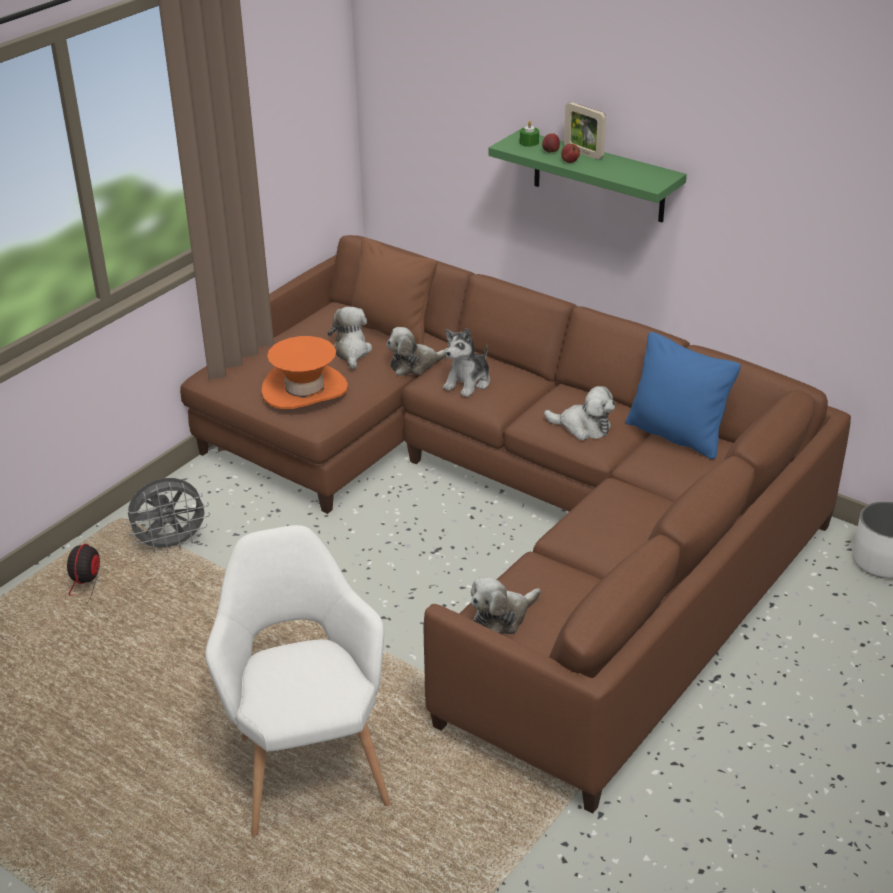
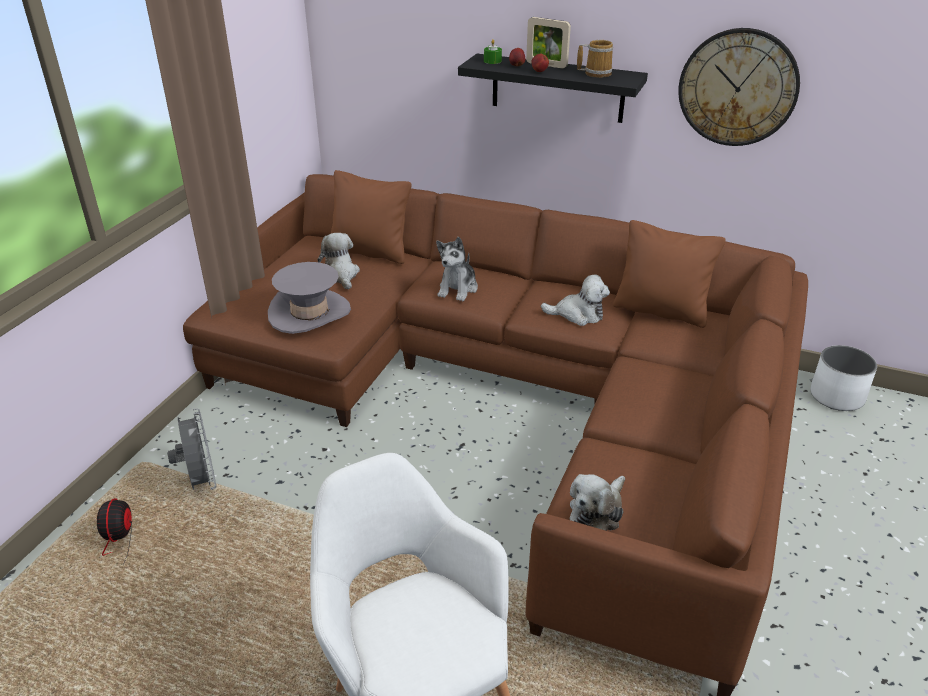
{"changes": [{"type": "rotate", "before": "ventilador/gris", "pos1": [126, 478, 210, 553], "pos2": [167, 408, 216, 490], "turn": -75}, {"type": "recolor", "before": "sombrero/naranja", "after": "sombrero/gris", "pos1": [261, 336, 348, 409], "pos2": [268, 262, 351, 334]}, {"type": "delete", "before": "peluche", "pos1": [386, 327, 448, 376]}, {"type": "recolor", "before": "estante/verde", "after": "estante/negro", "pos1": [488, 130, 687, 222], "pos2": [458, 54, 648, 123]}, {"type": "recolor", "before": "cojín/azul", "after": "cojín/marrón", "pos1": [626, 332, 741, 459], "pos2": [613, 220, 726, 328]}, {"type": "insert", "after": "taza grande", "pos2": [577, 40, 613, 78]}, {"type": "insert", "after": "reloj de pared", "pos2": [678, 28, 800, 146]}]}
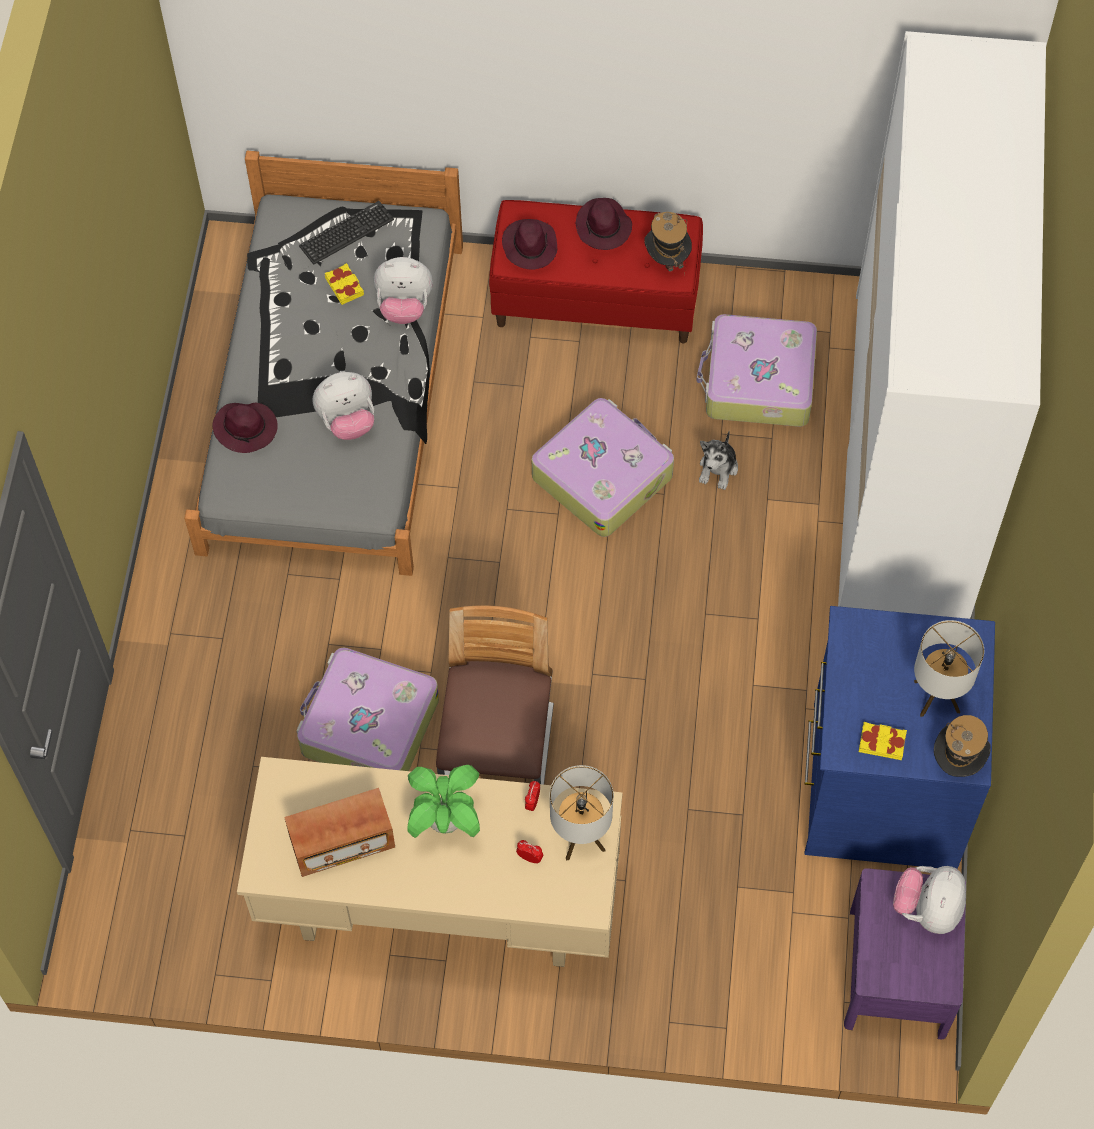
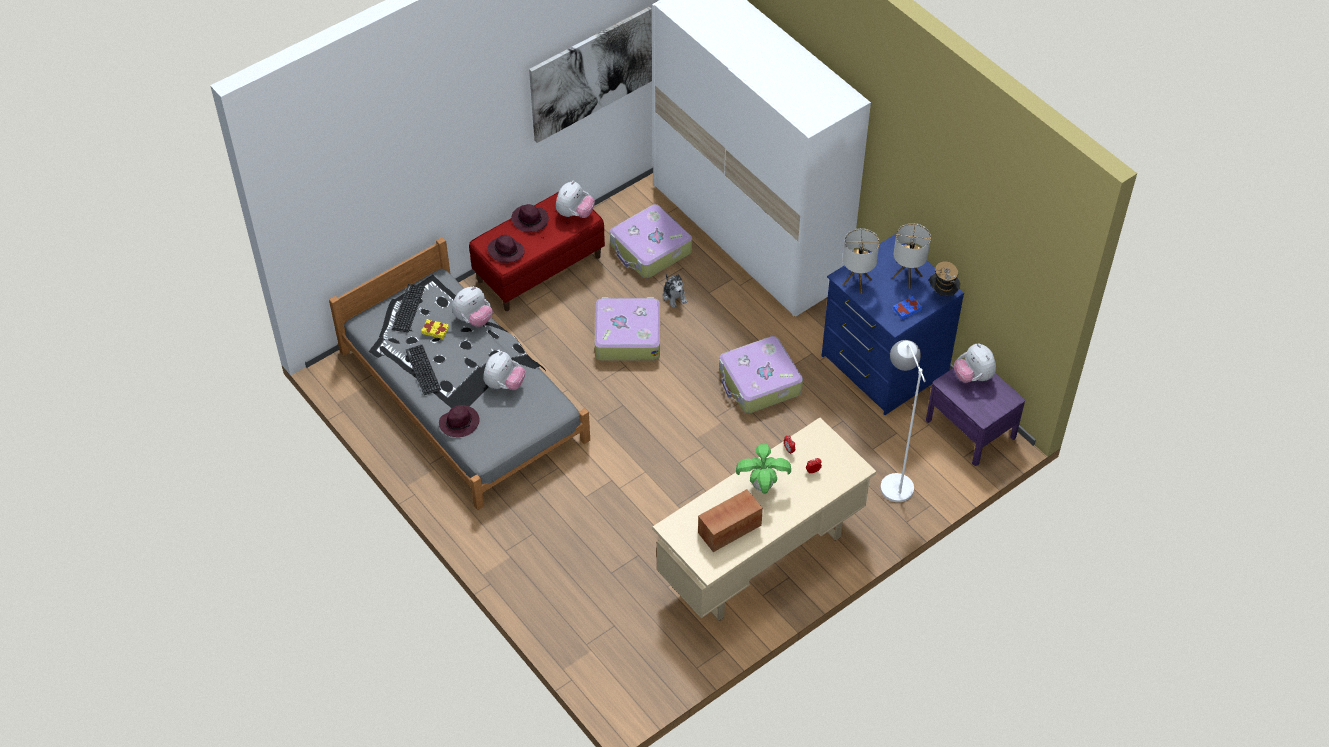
{"changes": [{"type": "rotate", "before": "radio", "pos1": [284, 788, 395, 877], "pos2": [698, 489, 763, 552], "turn": -150}, {"type": "move", "before": "maleta", "pos1": [296, 648, 439, 771], "pos2": [719, 336, 803, 414]}, {"type": "delete", "before": "silla", "pos1": [436, 605, 554, 785]}, {"type": "move", "before": "lámpara de mesa", "pos1": [550, 765, 613, 861], "pos2": [842, 228, 880, 294]}, {"type": "replace", "before": "sombrero", "after": "peluche", "pos1": [644, 212, 692, 275], "pos2": [556, 181, 595, 218]}, {"type": "recolor", "before": "libro/amarillo", "after": "libro/azul", "pos1": [859, 722, 907, 760], "pos2": [893, 296, 922, 320]}, {"type": "insert", "after": "teclado", "pos2": [406, 345, 441, 395]}, {"type": "insert", "after": "cuadro", "pos2": [529, 7, 652, 143]}, {"type": "insert", "after": "lámpara de pie/blanco", "pos2": [880, 340, 926, 502]}]}
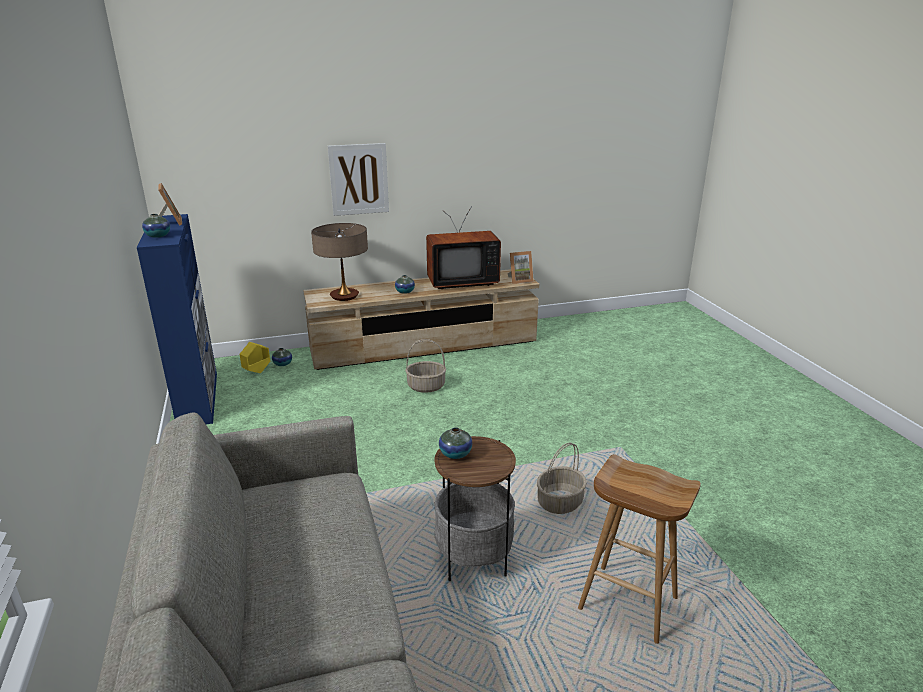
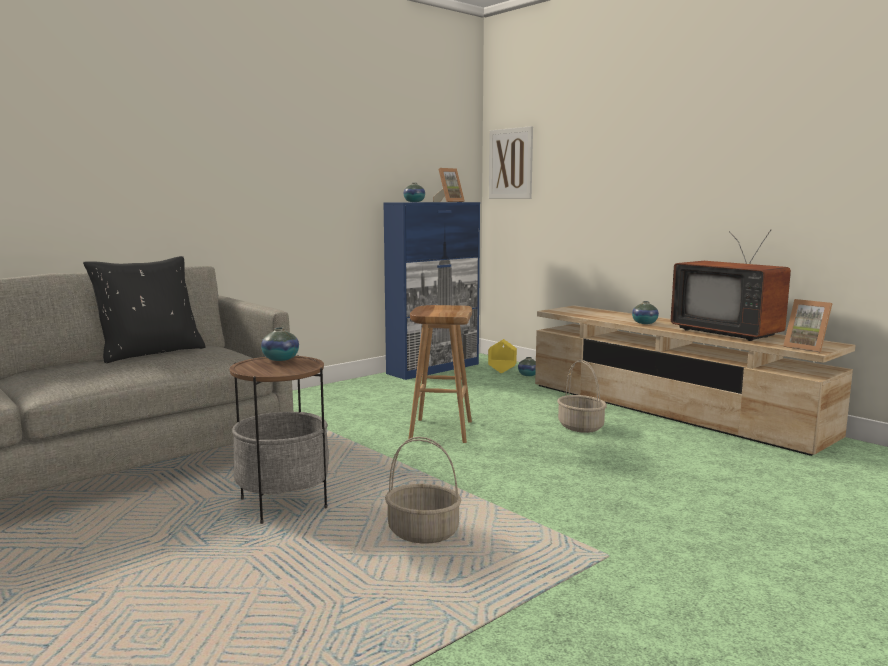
{"changes": [{"type": "delete", "before": "lámpara de mesa", "pos1": [311, 223, 368, 301]}, {"type": "move", "before": "cuadro", "pos1": [328, 143, 389, 216], "pos2": [489, 126, 533, 199]}, {"type": "move", "before": "taburete/marrón", "pos1": [578, 454, 701, 644], "pos2": [409, 305, 472, 443]}, {"type": "insert", "after": "cojín/negro", "pos2": [83, 256, 206, 363]}]}
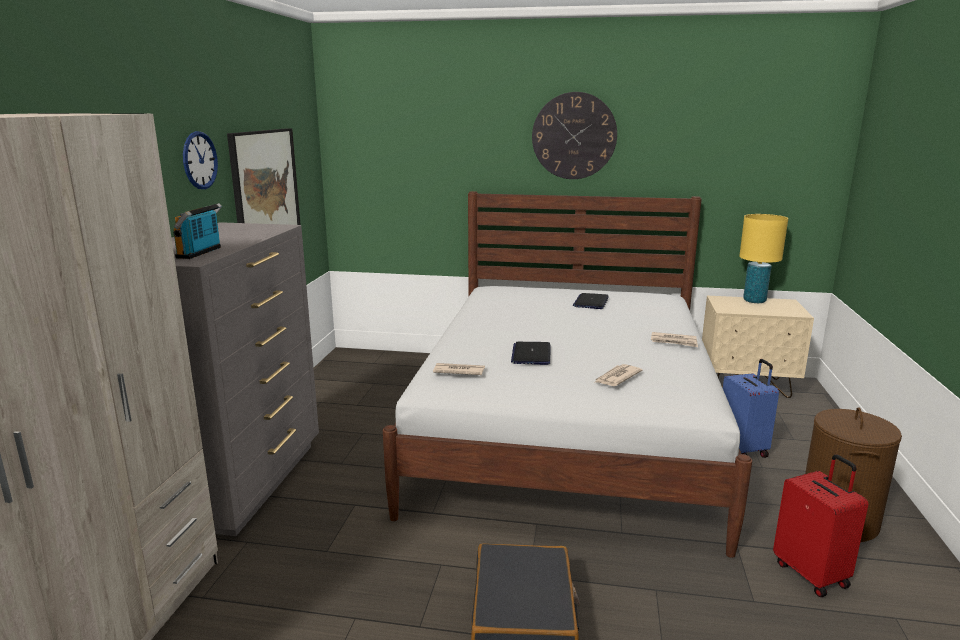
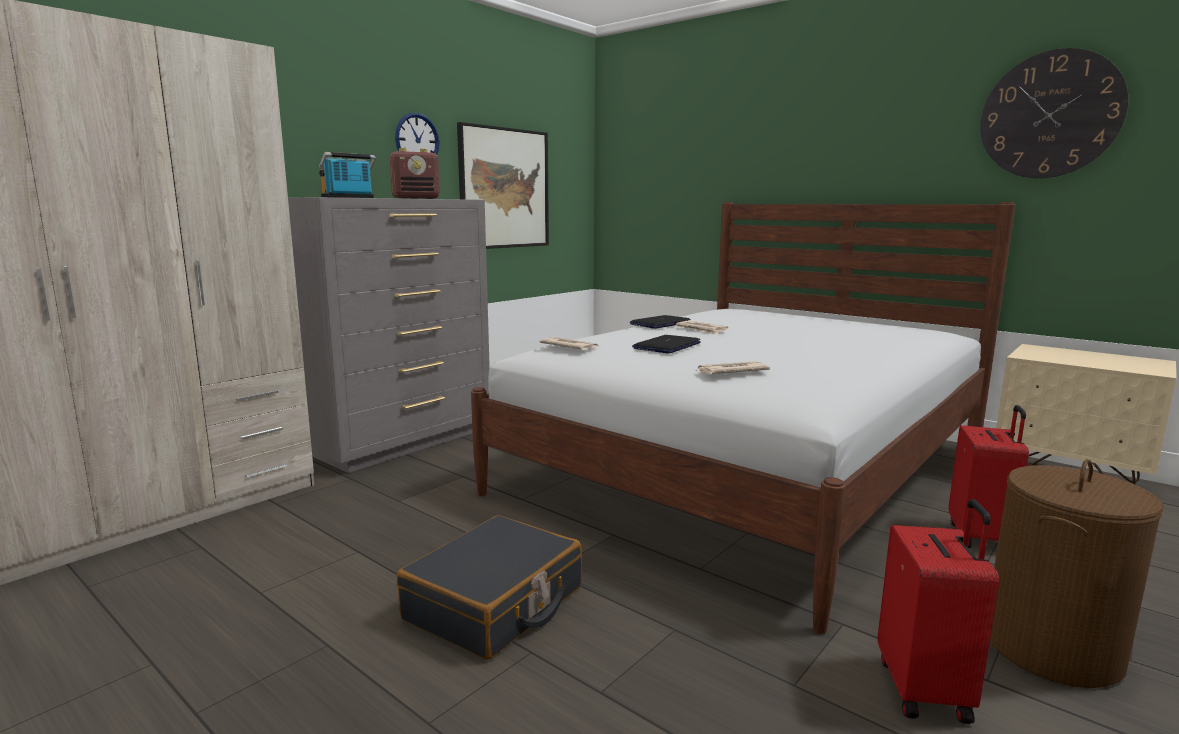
{"changes": [{"type": "move", "before": "reloj de pared", "pos1": [532, 92, 617, 179], "pos2": [980, 48, 1128, 179]}, {"type": "move", "before": "portátil", "pos1": [573, 293, 609, 309], "pos2": [630, 315, 691, 329]}, {"type": "move", "before": "periódico", "pos1": [651, 332, 698, 347], "pos2": [676, 320, 728, 335]}, {"type": "recolor", "before": "maleta/azul", "after": "maleta/rojo", "pos1": [723, 359, 779, 458], "pos2": [948, 405, 1029, 549]}, {"type": "delete", "before": "lámpara de mesa/amarillo", "pos1": [739, 214, 788, 303]}, {"type": "insert", "after": "radio", "pos2": [390, 148, 440, 199]}]}
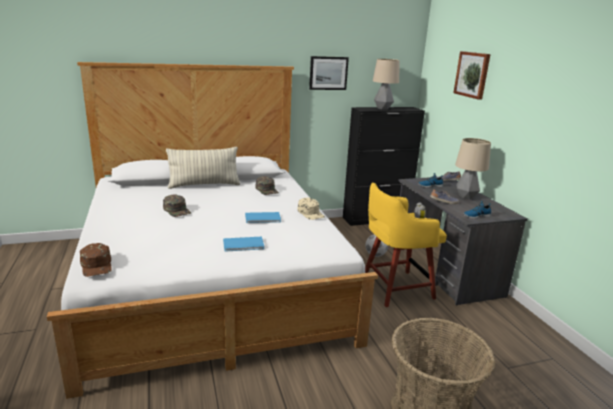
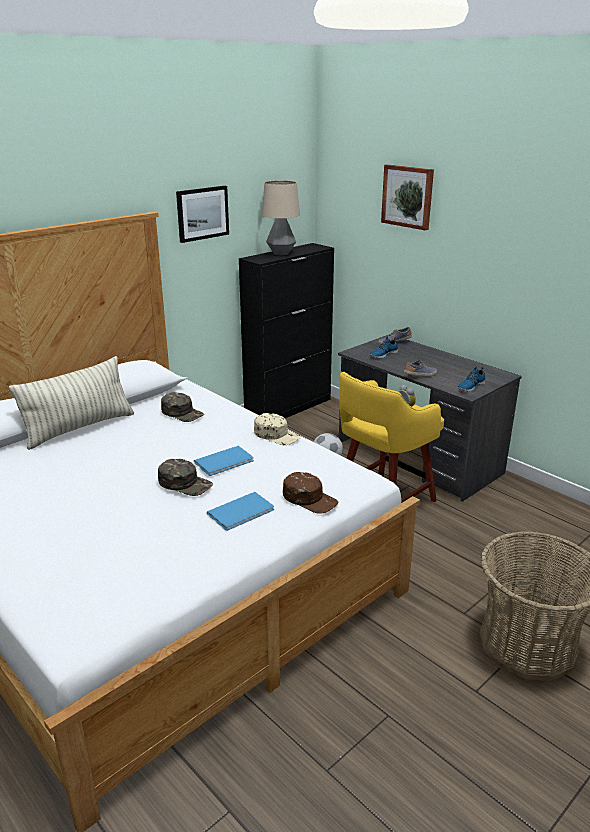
{"changes": [{"type": "move", "before": "gorra/marrón", "pos1": [80, 243, 112, 277], "pos2": [283, 472, 338, 514]}, {"type": "move", "before": "gorra/verde", "pos1": [163, 194, 191, 217], "pos2": [158, 459, 213, 496]}, {"type": "delete", "before": "lámpara de mesa", "pos1": [455, 138, 491, 199]}]}
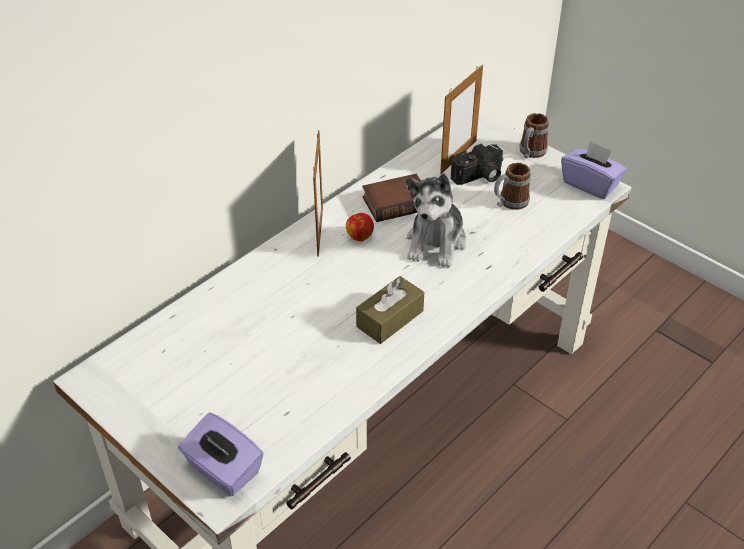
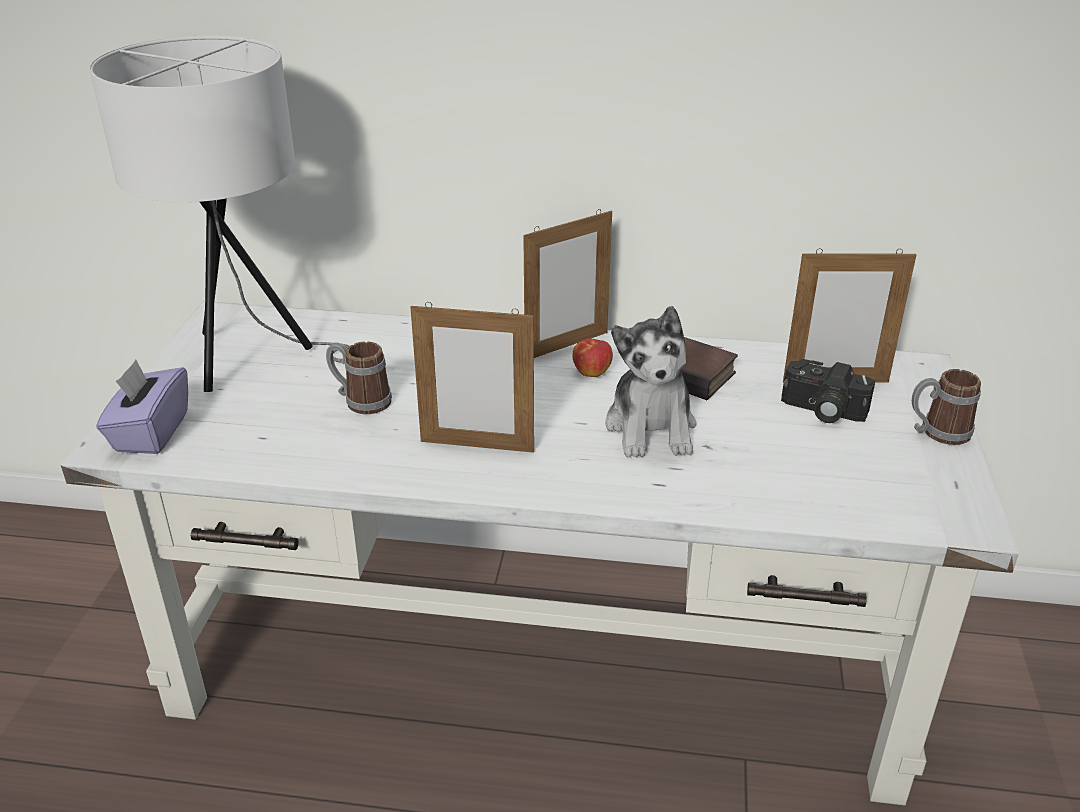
{"changes": [{"type": "replace", "before": "caja de pañuelos/marrón", "after": "portarretratos", "pos1": [356, 276, 424, 344], "pos2": [410, 302, 534, 453]}, {"type": "rotate", "before": "peluche", "pos1": [406, 173, 467, 268], "pos2": [605, 306, 697, 458], "turn": -75}, {"type": "move", "before": "taza grande", "pos1": [494, 163, 531, 210], "pos2": [326, 341, 392, 414]}, {"type": "delete", "before": "caja de pañuelos/morado", "pos1": [561, 141, 627, 199]}, {"type": "insert", "after": "lámpara de mesa/blanco", "pos2": [89, 36, 350, 392]}]}
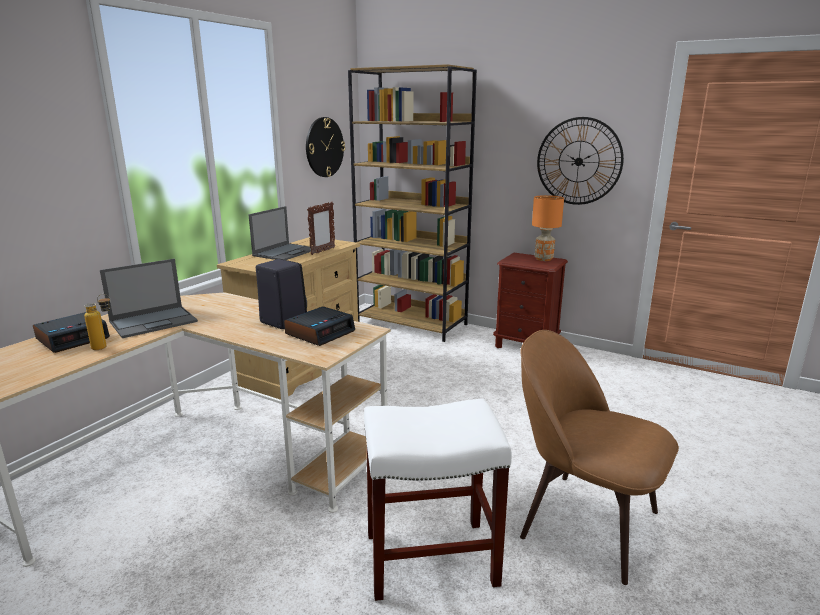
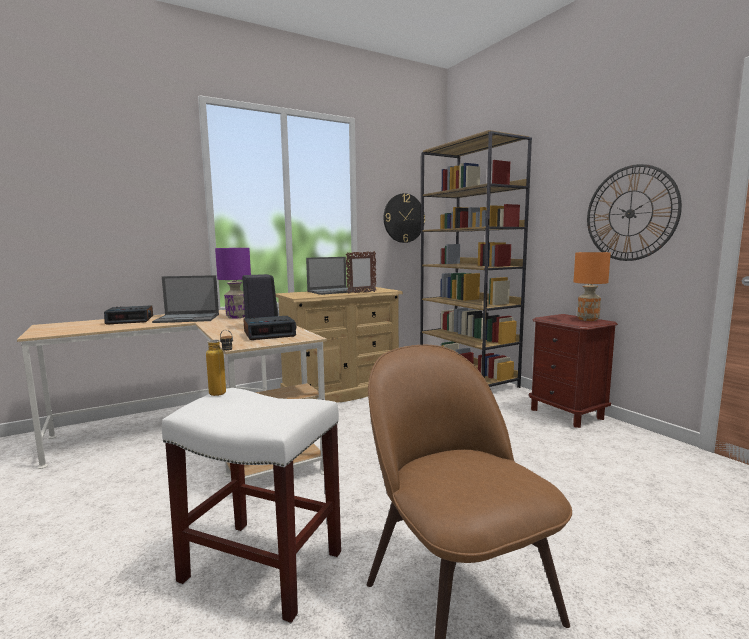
{"changes": [{"type": "move", "before": "botella", "pos1": [84, 294, 111, 350], "pos2": [206, 330, 233, 396]}, {"type": "insert", "after": "lámpara de mesa/morado", "pos2": [215, 248, 251, 319]}]}
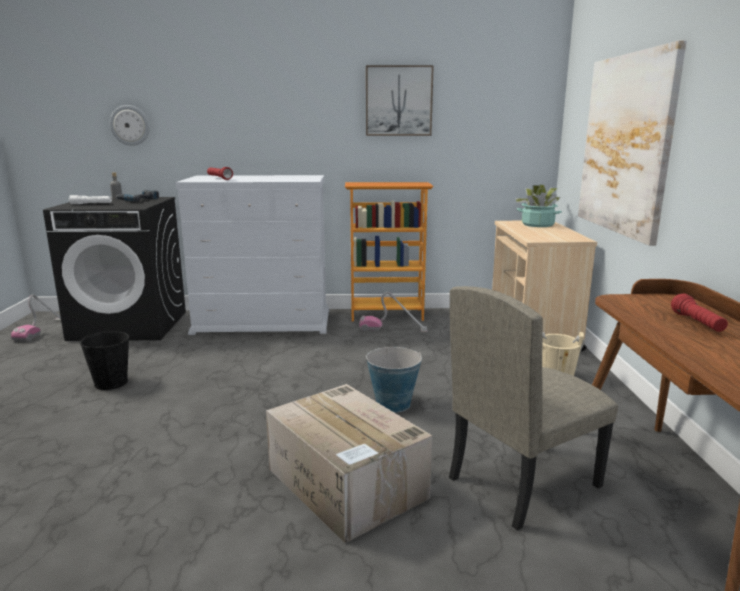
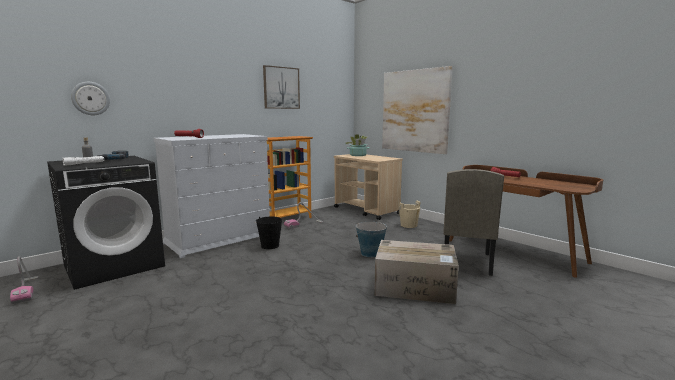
{"changes": [{"type": "move", "before": "cubo/negro", "pos1": [79, 330, 129, 390], "pos2": [256, 217, 282, 249]}]}
